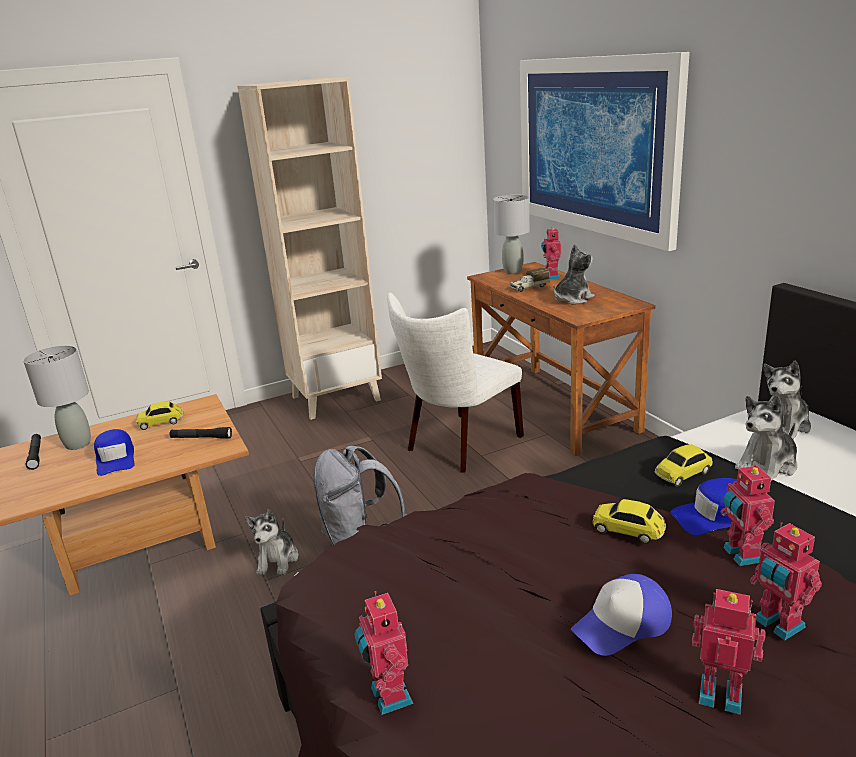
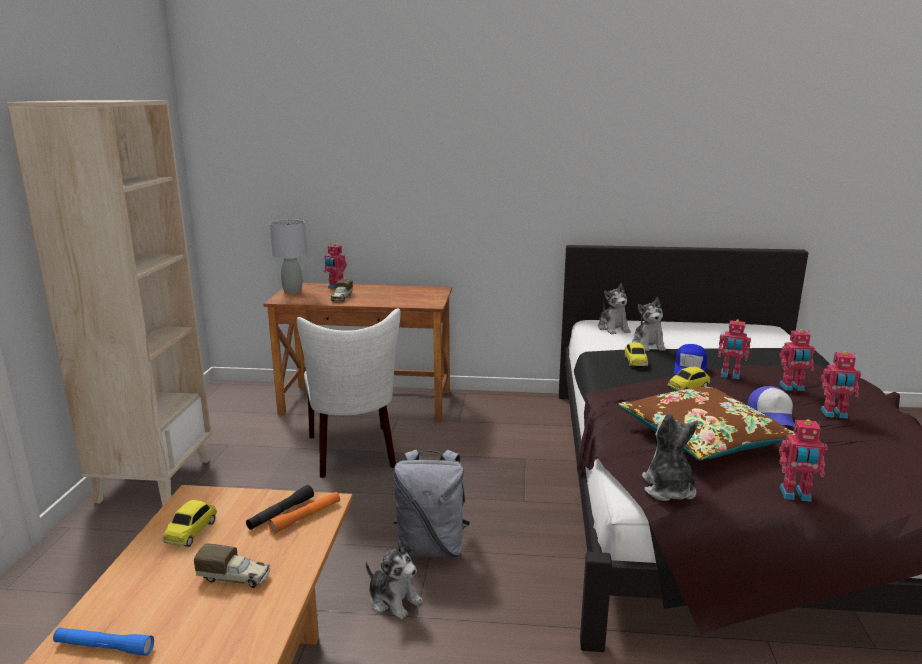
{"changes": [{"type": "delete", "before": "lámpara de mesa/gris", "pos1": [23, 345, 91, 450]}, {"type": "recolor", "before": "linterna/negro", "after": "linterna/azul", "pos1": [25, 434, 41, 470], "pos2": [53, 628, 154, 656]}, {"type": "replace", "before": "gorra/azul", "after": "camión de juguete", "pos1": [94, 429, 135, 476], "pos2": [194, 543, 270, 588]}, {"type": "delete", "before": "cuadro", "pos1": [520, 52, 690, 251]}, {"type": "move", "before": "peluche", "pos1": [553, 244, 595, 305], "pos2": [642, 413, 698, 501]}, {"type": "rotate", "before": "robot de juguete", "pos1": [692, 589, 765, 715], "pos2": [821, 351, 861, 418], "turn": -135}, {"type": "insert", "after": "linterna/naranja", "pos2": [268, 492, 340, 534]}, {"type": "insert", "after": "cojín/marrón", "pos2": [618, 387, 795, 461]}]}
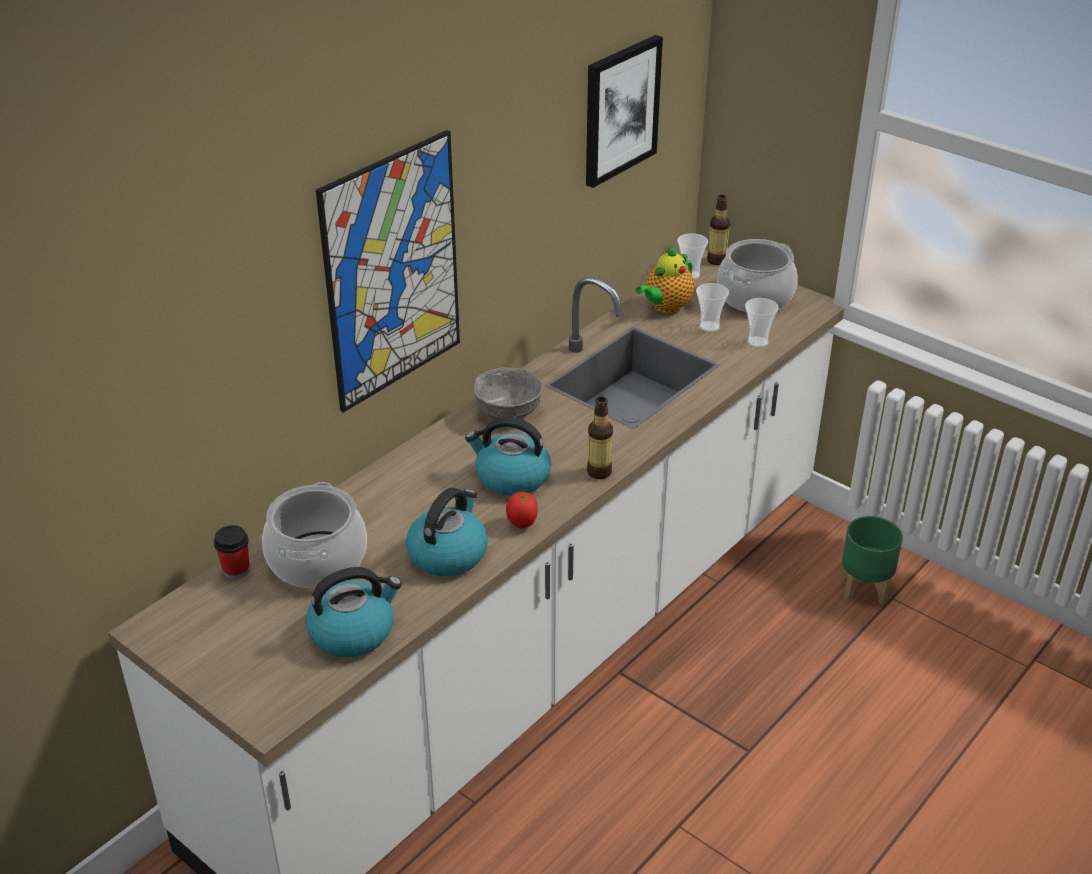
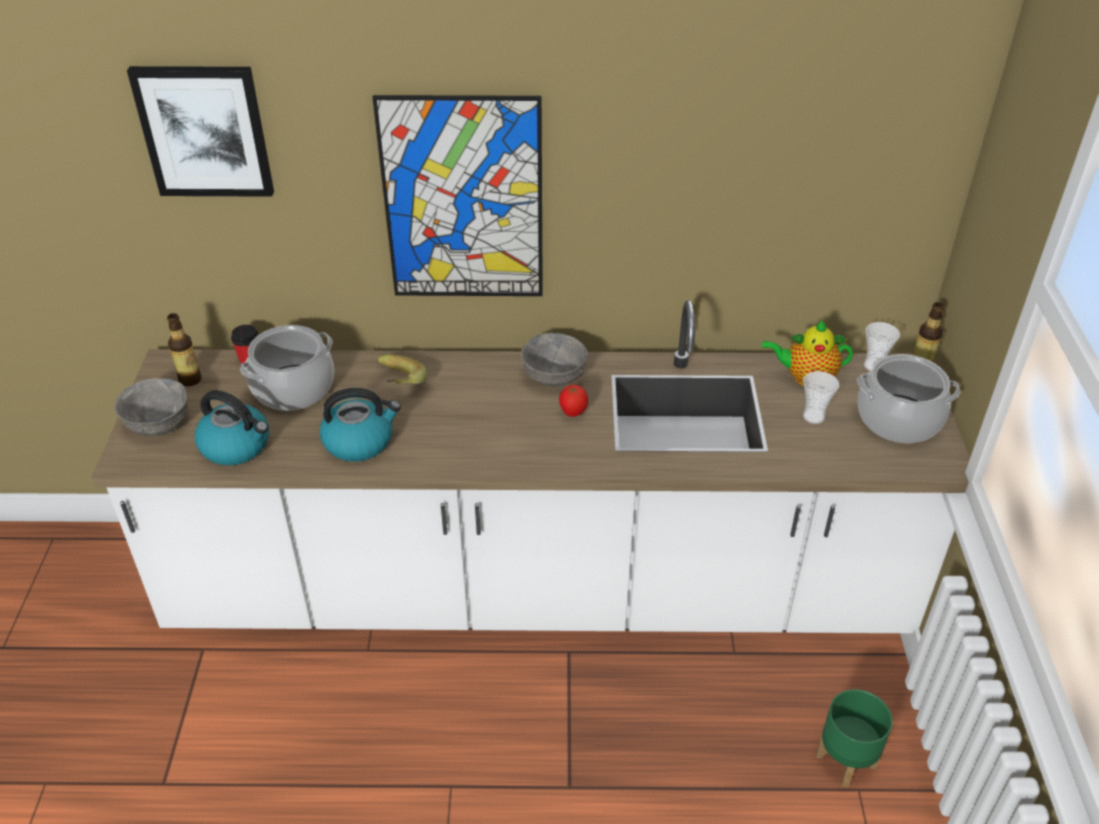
{"changes": [{"type": "delete", "before": "hervidor", "pos1": [465, 417, 551, 496]}, {"type": "move", "before": "tomate", "pos1": [506, 492, 538, 529], "pos2": [559, 385, 588, 417]}, {"type": "move", "before": "cuadro", "pos1": [586, 35, 663, 188], "pos2": [127, 66, 274, 197]}, {"type": "move", "before": "botella", "pos1": [587, 397, 613, 479], "pos2": [167, 313, 202, 386]}, {"type": "delete", "before": "taza", "pos1": [745, 298, 779, 348]}, {"type": "insert", "after": "cuenco/gris", "pos2": [114, 378, 188, 436]}, {"type": "insert", "after": "plátano", "pos2": [377, 354, 427, 384]}]}
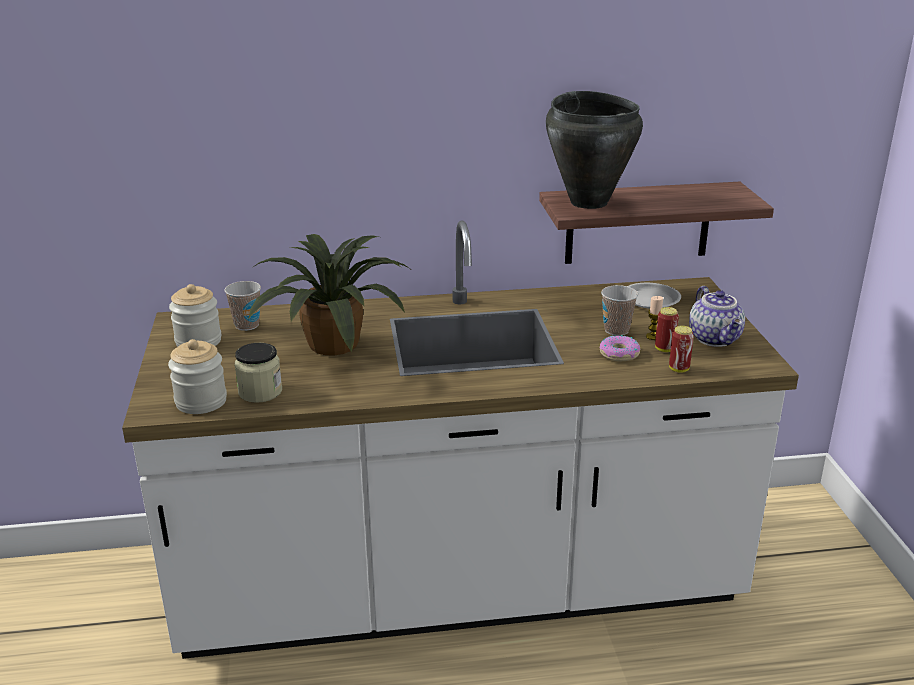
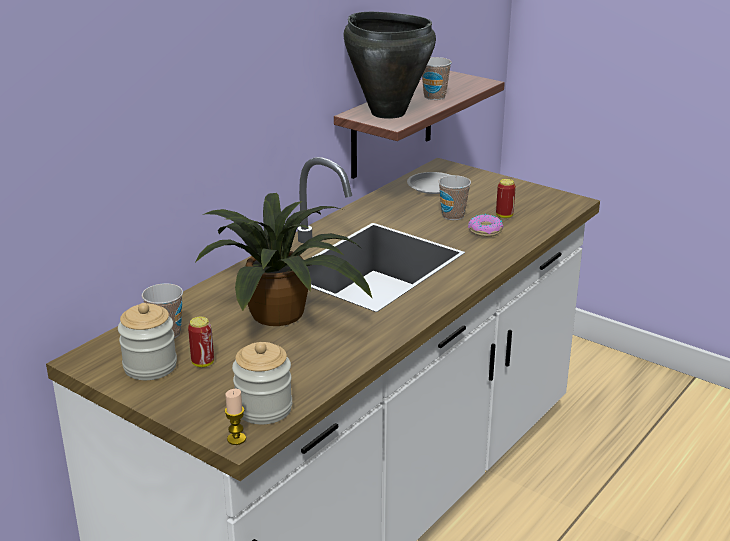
{"changes": [{"type": "delete", "before": "tarro", "pos1": [235, 343, 282, 403]}, {"type": "move", "before": "vela", "pos1": [646, 296, 663, 340], "pos2": [225, 389, 246, 445]}, {"type": "move", "before": "lata", "pos1": [669, 326, 694, 373], "pos2": [188, 317, 214, 367]}, {"type": "delete", "before": "tetera", "pos1": [689, 286, 745, 347]}, {"type": "insert", "after": "taza", "pos2": [422, 57, 452, 100]}]}
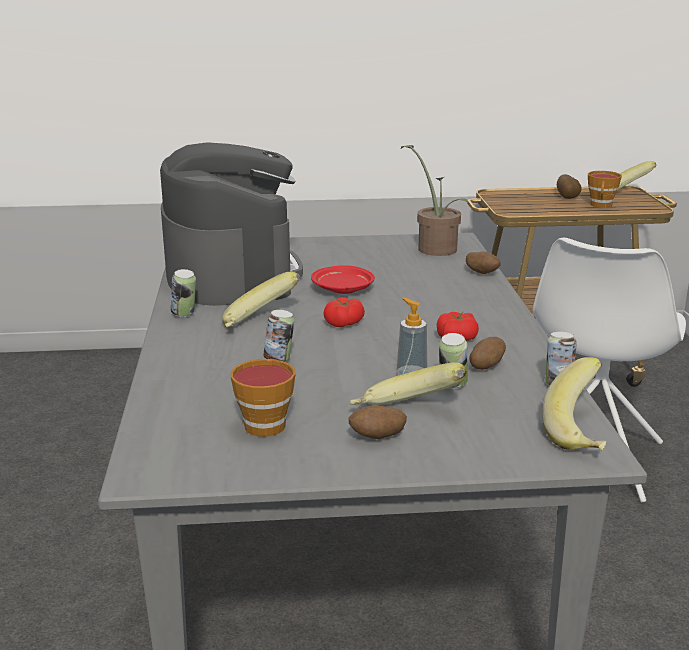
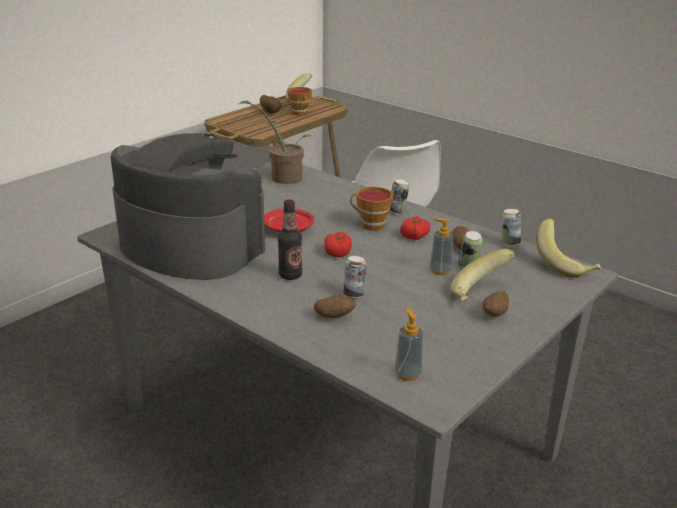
{"changes": [{"type": "move", "before": "lata", "pos1": [171, 269, 196, 317], "pos2": [390, 179, 409, 214]}, {"type": "replace", "before": "plátano", "after": "botella", "pos1": [222, 272, 300, 327], "pos2": [278, 199, 302, 280]}, {"type": "move", "before": "taza", "pos1": [231, 359, 295, 437], "pos2": [350, 187, 393, 231]}, {"type": "move", "before": "patata", "pos1": [466, 251, 501, 274], "pos2": [314, 296, 356, 318]}, {"type": "insert", "after": "dispensador de jabón", "pos2": [395, 307, 423, 381]}]}
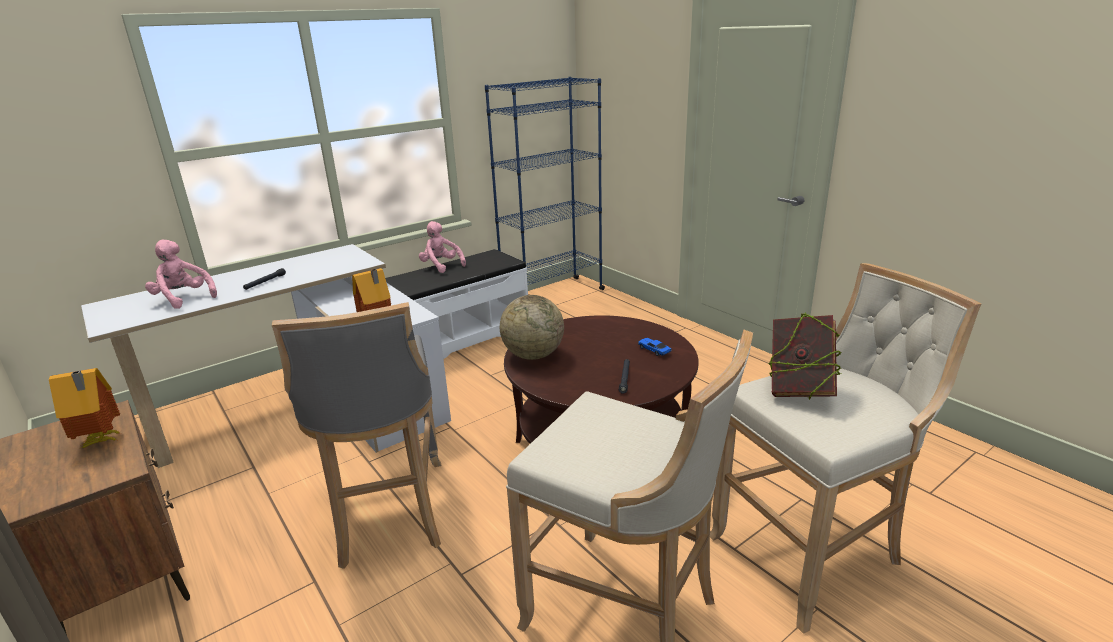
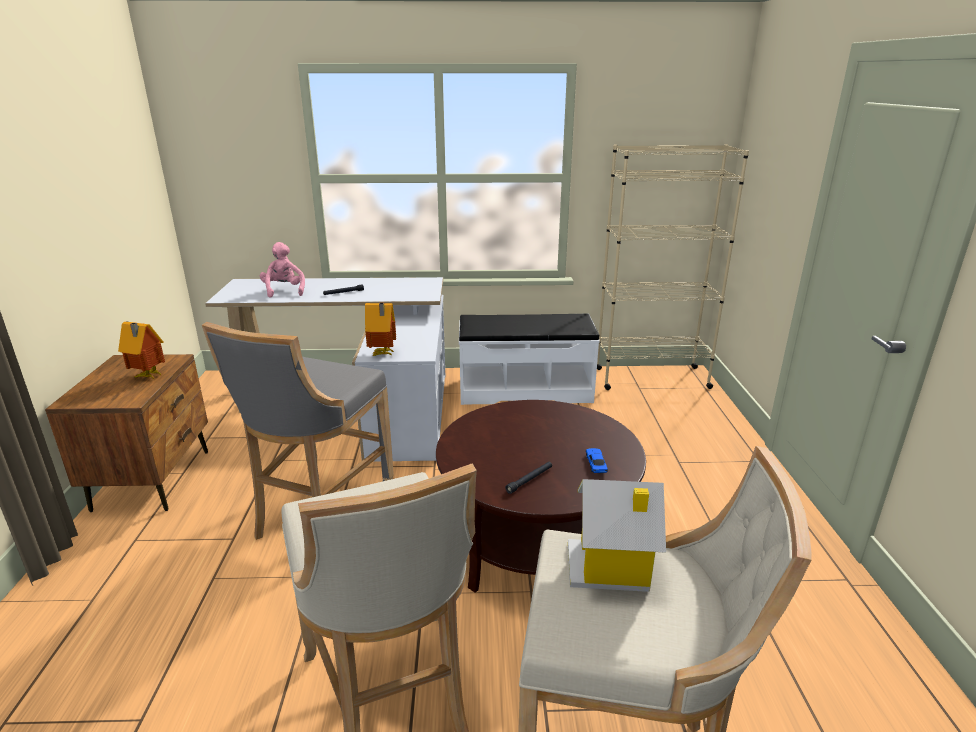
{"changes": [{"type": "delete", "before": "peluche/rosa", "pos1": [419, 221, 466, 273]}, {"type": "recolor", "before": "estantería/azul", "after": "estantería/beis", "pos1": [485, 77, 605, 290], "pos2": [597, 144, 749, 390]}, {"type": "delete", "before": "globo terráqueo", "pos1": [500, 295, 564, 360]}, {"type": "replace", "before": "libro", "after": "casita", "pos1": [768, 313, 842, 400], "pos2": [568, 479, 666, 592]}]}
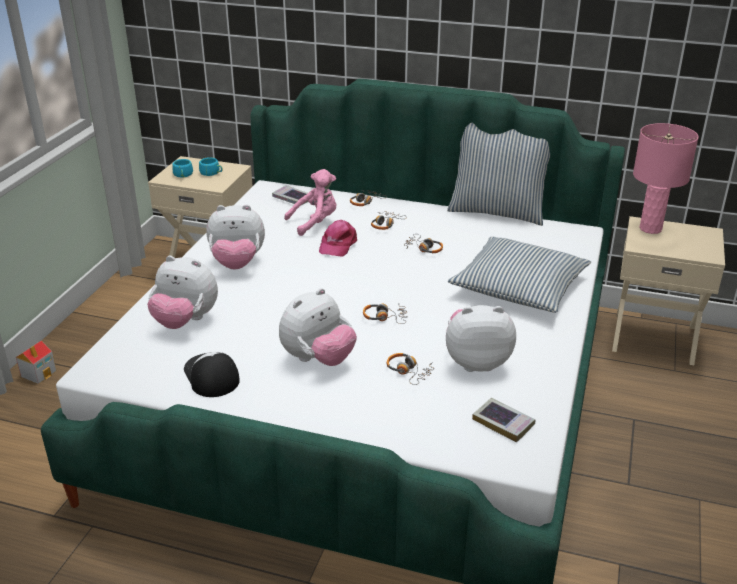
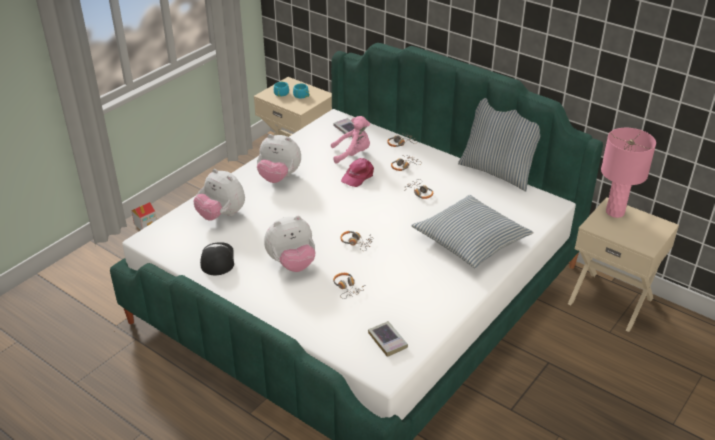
{"changes": [{"type": "delete", "before": "peluche", "pos1": [446, 305, 516, 372]}]}
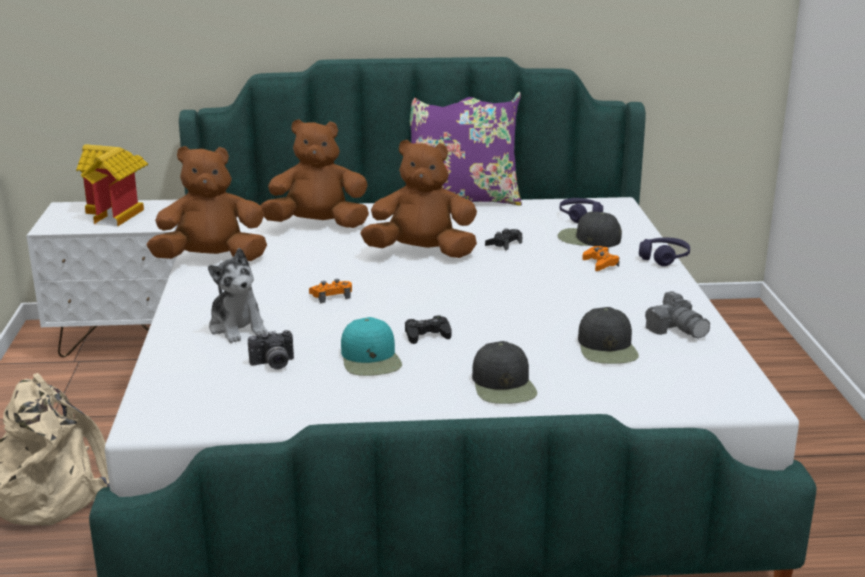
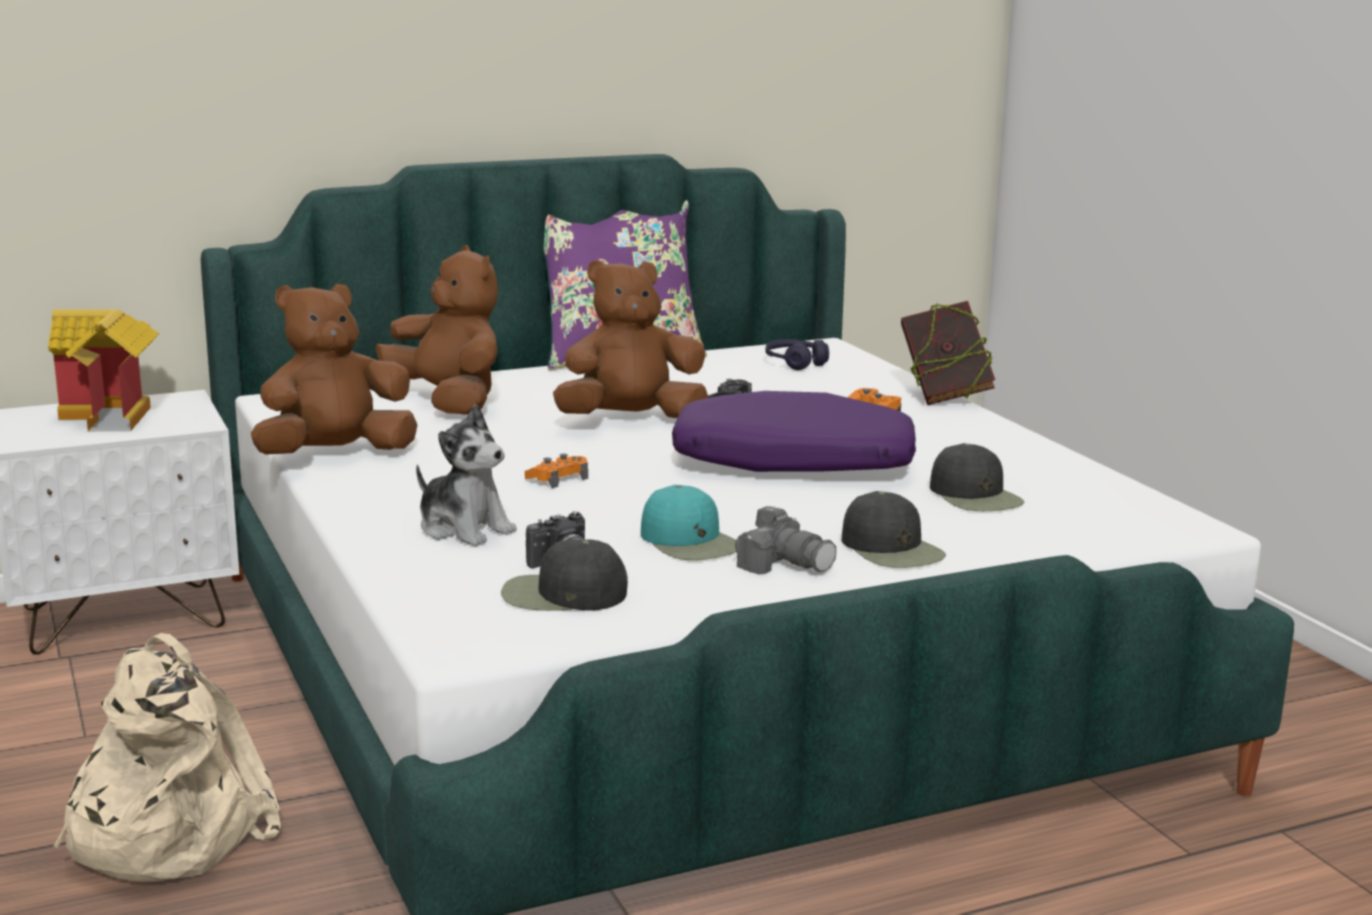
{"changes": [{"type": "rotate", "before": "peluche/marrón", "pos1": [260, 119, 369, 228], "pos2": [376, 245, 498, 414], "turn": 75}, {"type": "delete", "before": "mando de consola/negro", "pos1": [405, 315, 451, 344]}, {"type": "move", "before": "gorra/negro", "pos1": [558, 212, 622, 247], "pos2": [501, 539, 628, 611]}, {"type": "replace", "before": "auriculares/morado", "after": "libro", "pos1": [639, 238, 690, 266], "pos2": [901, 301, 995, 405]}, {"type": "move", "before": "cámara", "pos1": [645, 291, 710, 339], "pos2": [735, 506, 836, 574]}, {"type": "insert", "after": "cojín/morado", "pos2": [672, 391, 916, 472]}]}
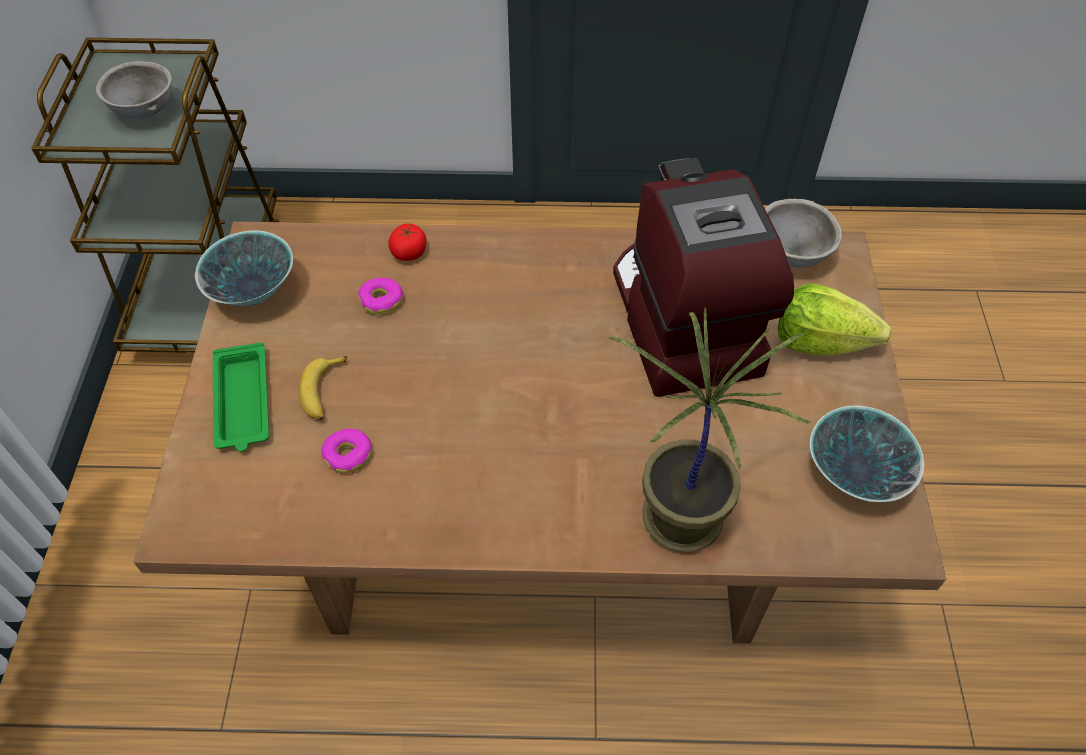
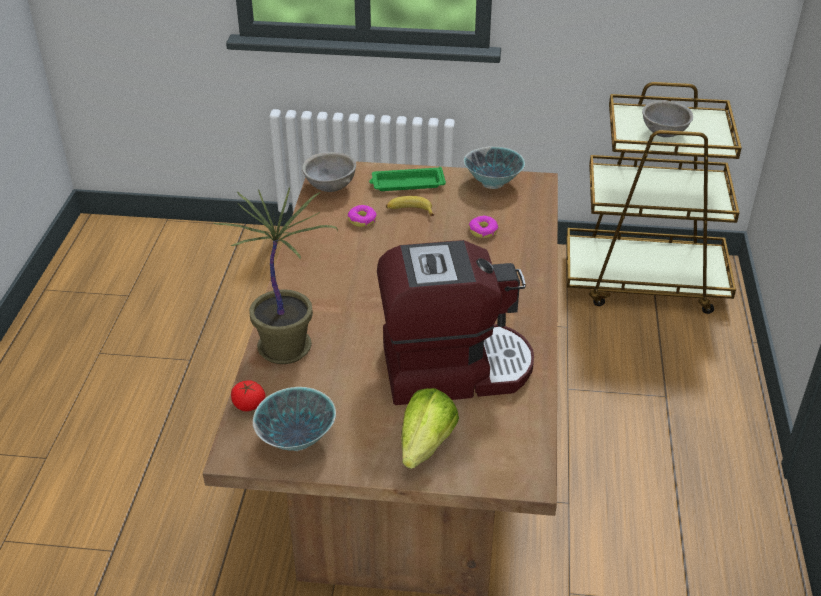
{"changes": [{"type": "move", "before": "tomate", "pos1": [388, 223, 426, 261], "pos2": [231, 380, 265, 411]}, {"type": "move", "before": "cuenco/gris", "pos1": [765, 199, 842, 268], "pos2": [302, 152, 356, 192]}]}
